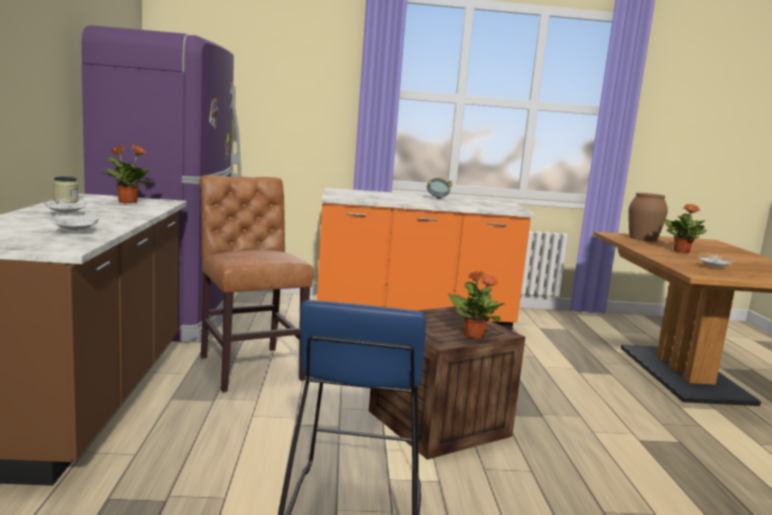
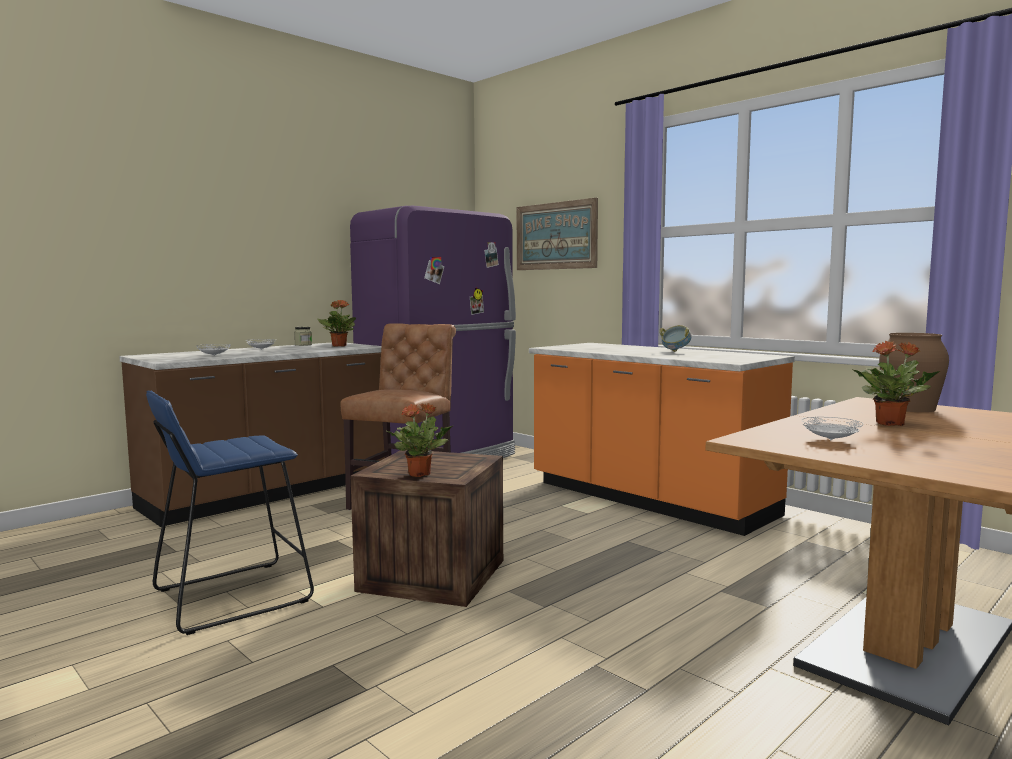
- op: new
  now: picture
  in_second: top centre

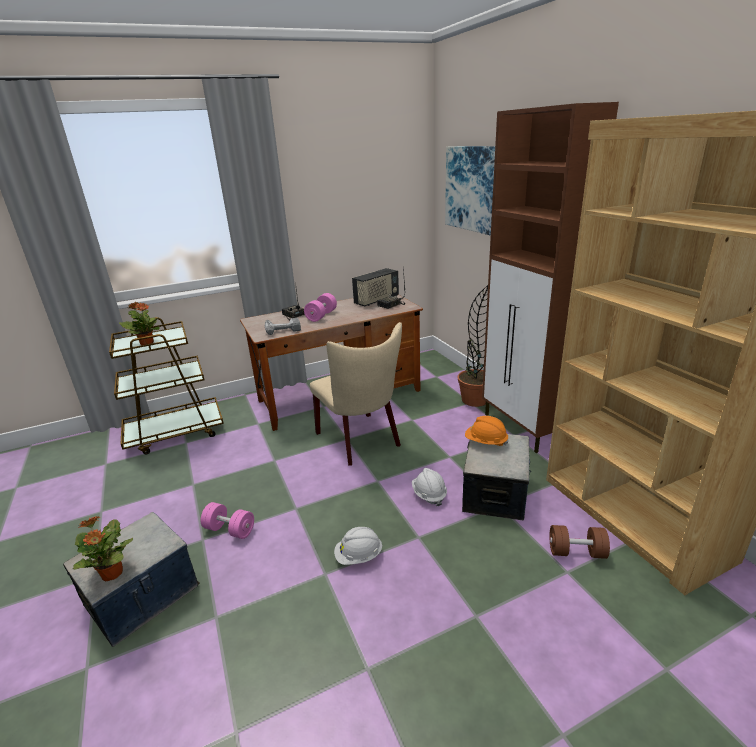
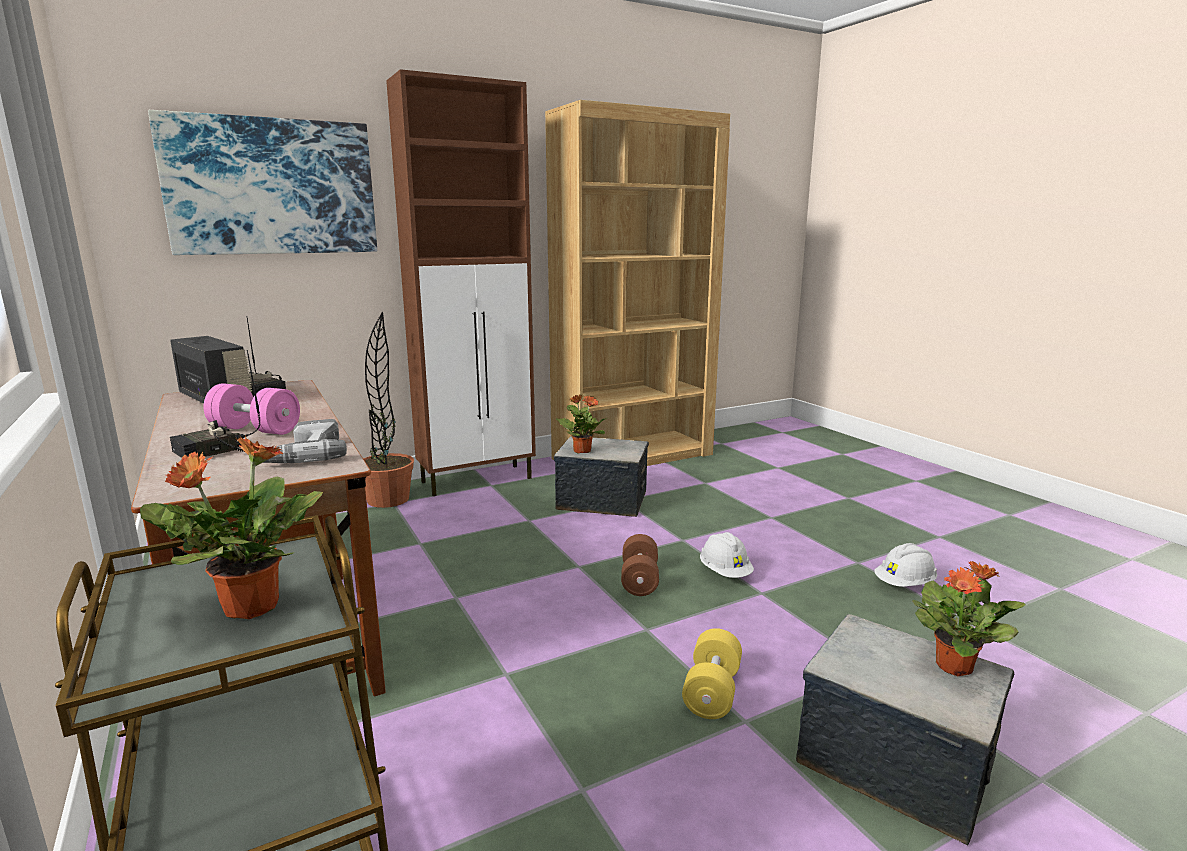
- op: gone
  was: beige chair
  in_first: centre
- op: swapped
  was: orange hard hat
  now: potted plant (no. 3 from left)
  in_first: centre
  in_second: centre
- op: shifted
  was: white hard hat (no. 2 from left)
  in_first: centre
  in_second: middle right
- op: repainted
  was: pink dumbbell (no. 1 from left)
  now: yellow dumbbell
  in_first: bottom left
  in_second: bottom centre
- op: shifted
  was: brown dumbbell
  in_first: bottom right
  in_second: centre

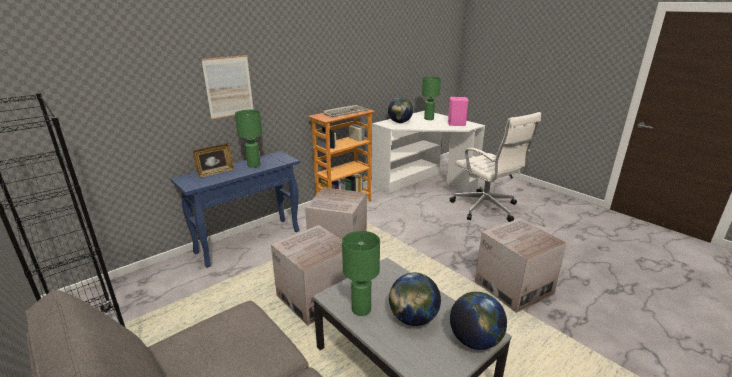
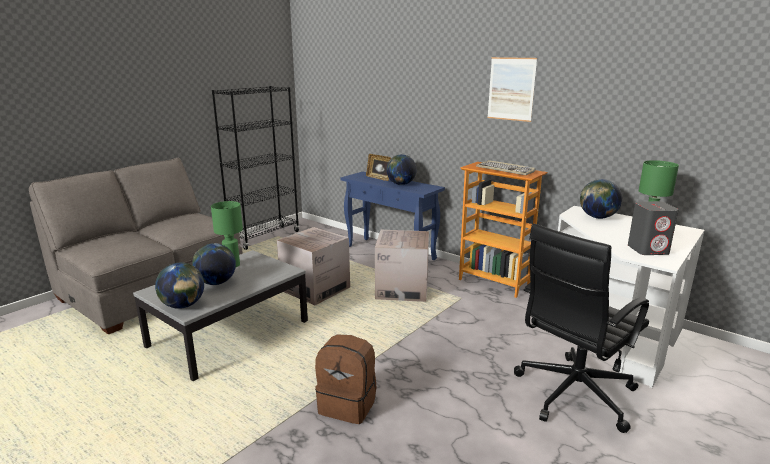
- op: shifted
  was: picture
  in_first: top left
  in_second: top centre
- op: repainted
  was: pink speaker
  now: grey speaker
  in_first: top centre
  in_second: middle right
- op: swapped
  was: green table lamp (no. 1 from left)
  now: globe (no. 3 from left)
  in_first: centre
  in_second: centre
- op: repainted
  was: white office chair
  now: black office chair
  in_first: middle right
  in_second: bottom right
- op: swapped
  was: cardboard box (no. 3 from left)
  now: brown backpack
  in_first: bottom right
  in_second: bottom centre

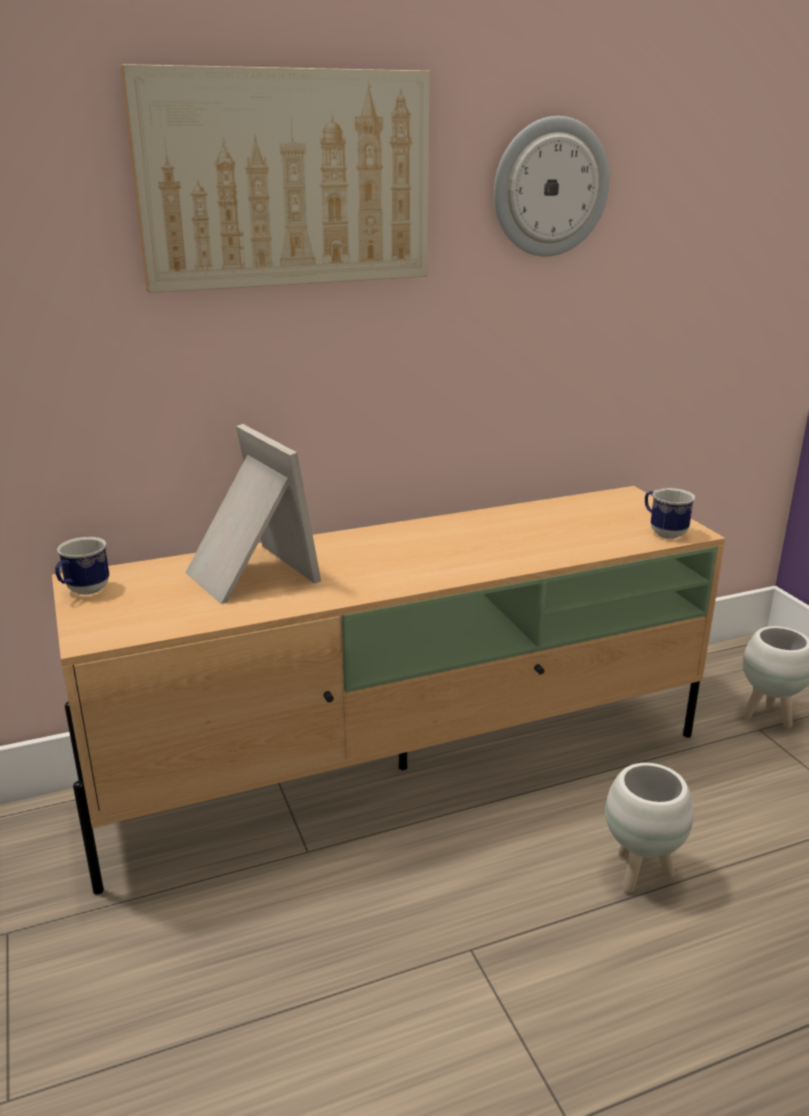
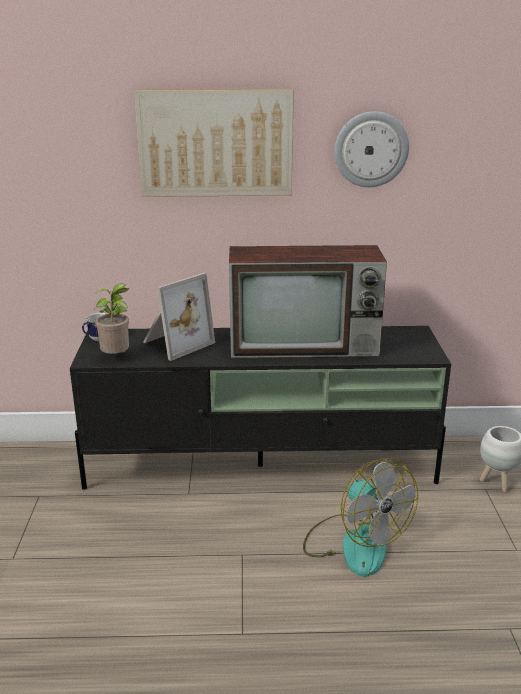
- op: rotated
  was: picture frame
  in_first: middle left
  in_second: centre
  clockwise: 60
- op: repainted
  was: beige tv stand
  now: black tv stand
  in_first: centre
  in_second: centre
- op: gone
  was: mug (no. 2 from left)
  in_first: middle right
- op: swapped
  was: white planter (no. 1 from left)
  now: fan
  in_first: bottom right
  in_second: bottom right
- op: new
  now: television
  in_second: centre
- op: new
  now: potted plant
  in_second: middle left

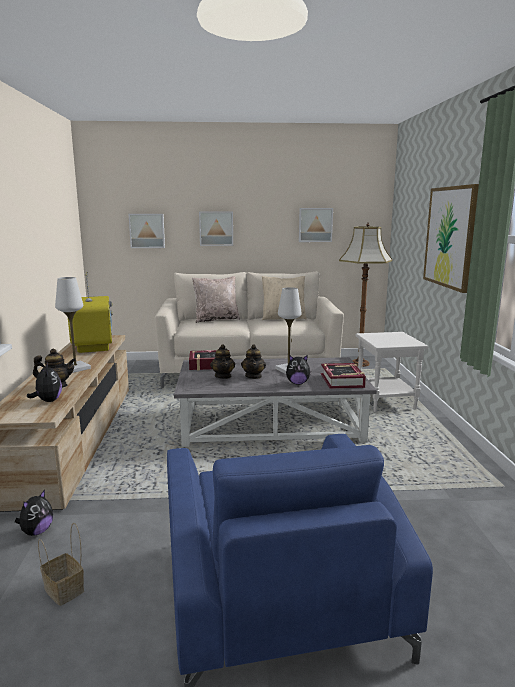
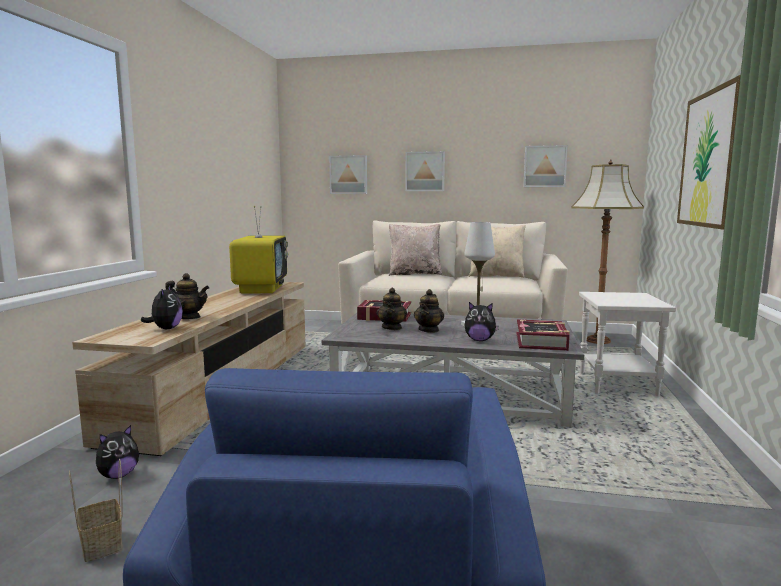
- op: gone
  was: white table lamp (no. 1 from left)
  in_first: middle left

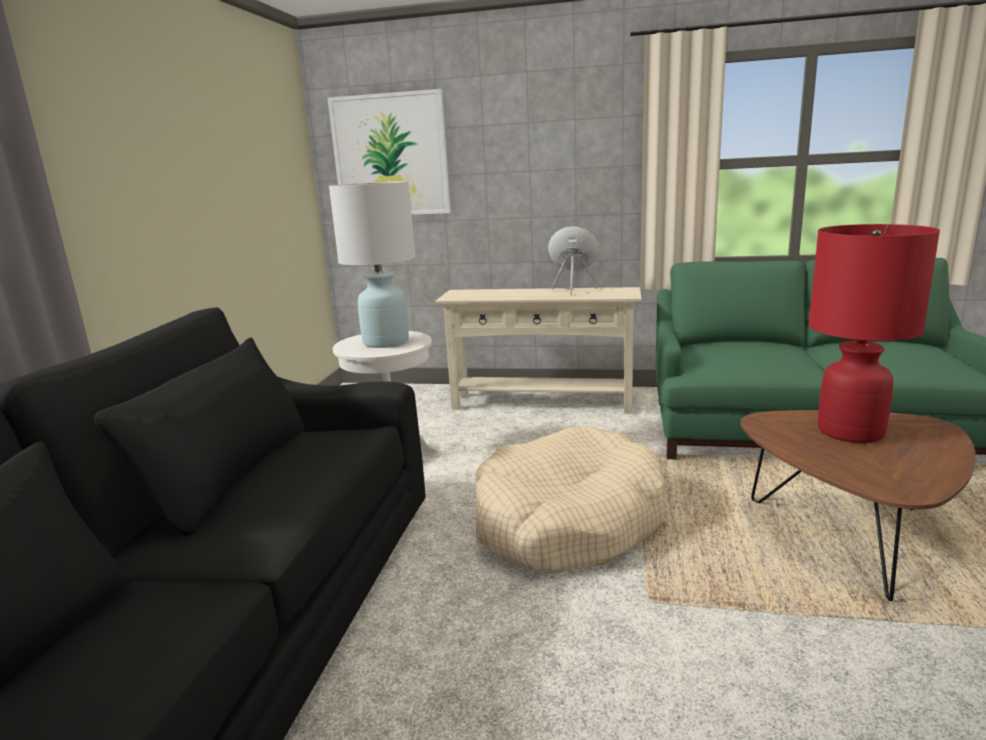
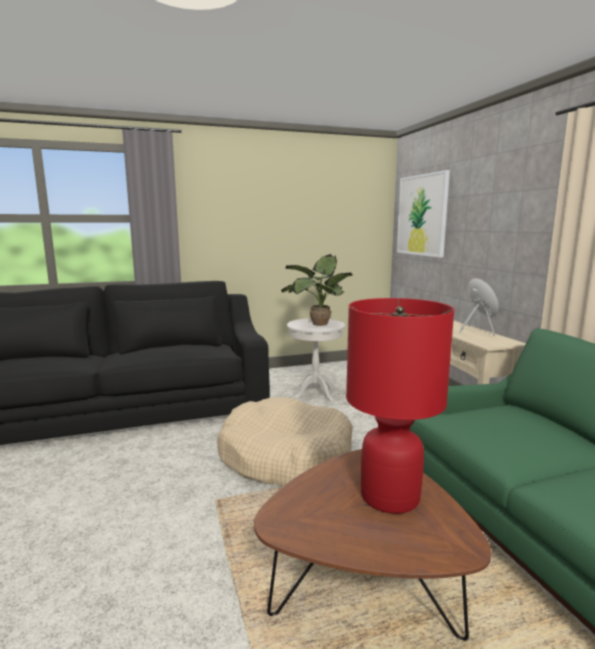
- op: swapped
  was: white table lamp
  now: potted plant
  in_first: centre
  in_second: centre

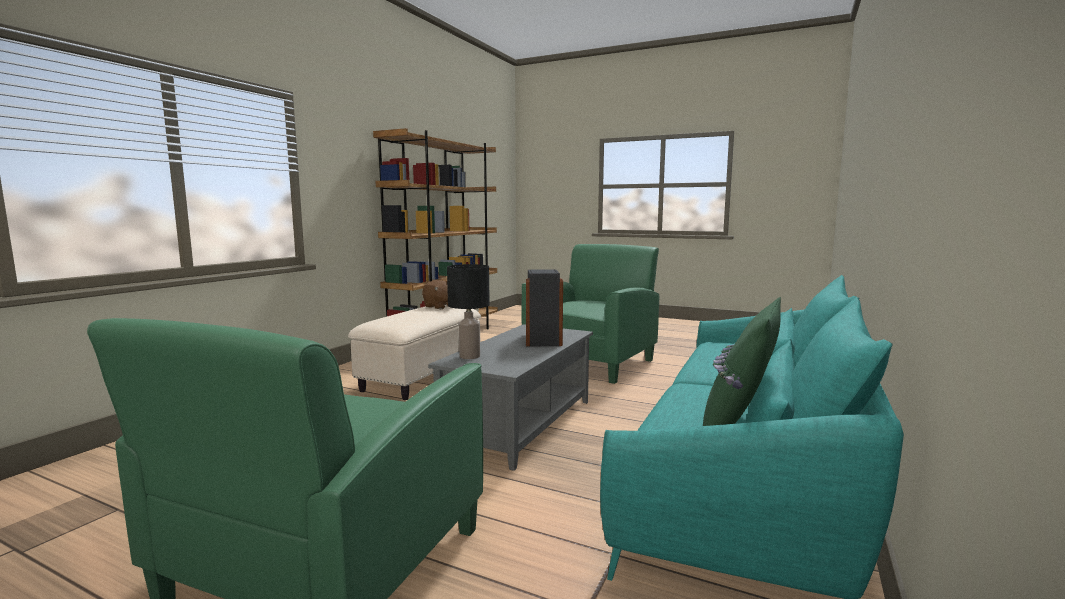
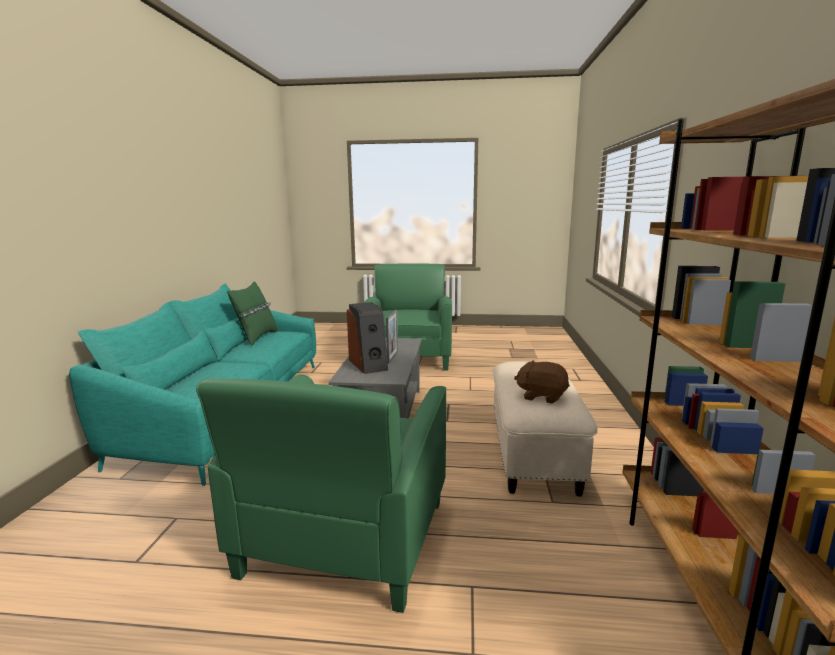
- op: gone
  was: black table lamp
  in_first: centre
- op: new
  now: picture frame
  in_second: centre

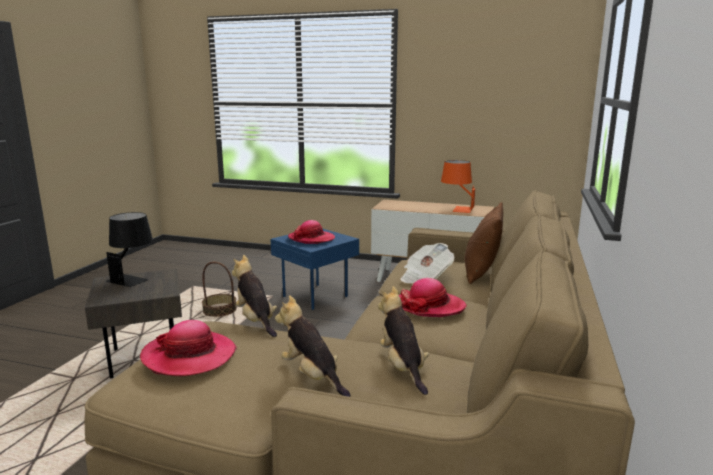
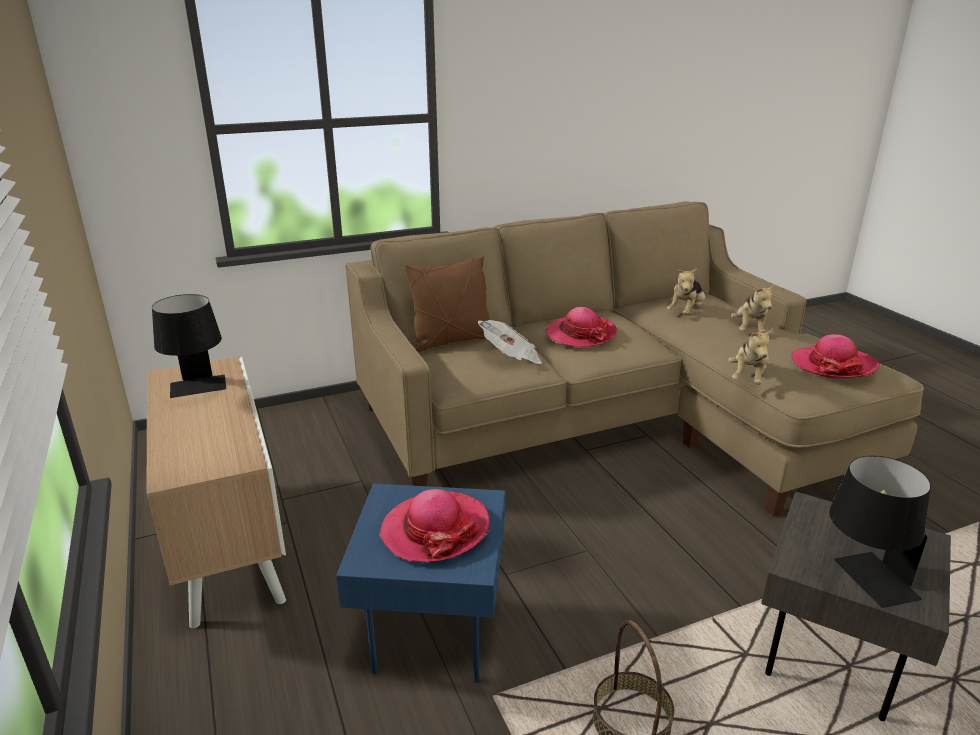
- op: repainted
  was: orange table lamp
  now: black table lamp (no. 1 from left)
  in_first: centre
  in_second: middle left

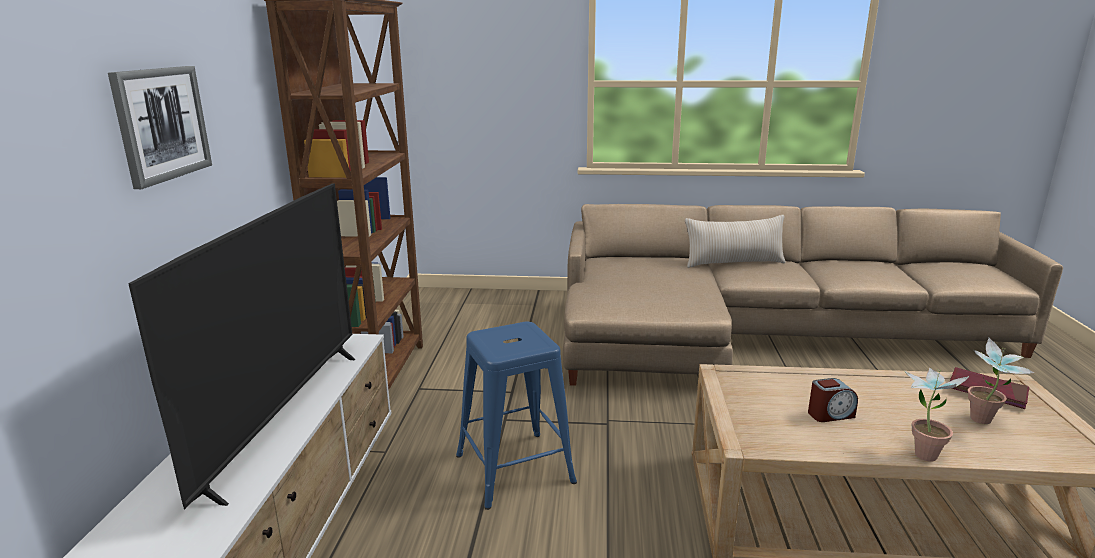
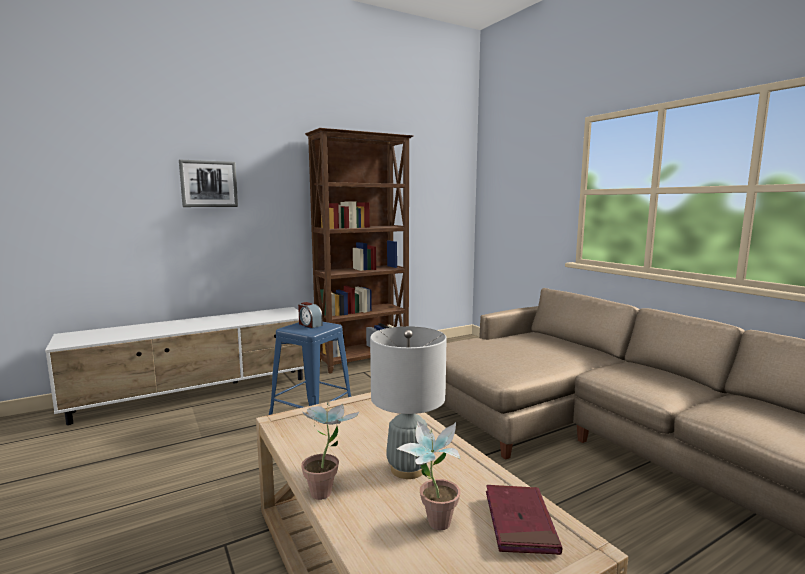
- op: gone
  was: television
  in_first: middle left
- op: gone
  was: beige pillow
  in_first: middle right
- op: shifted
  was: alarm clock
  in_first: bottom right
  in_second: centre
- op: new
  now: grey table lamp
  in_second: bottom centre

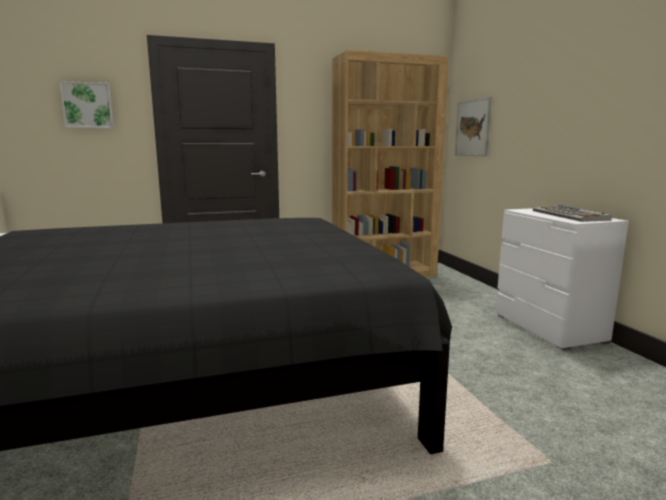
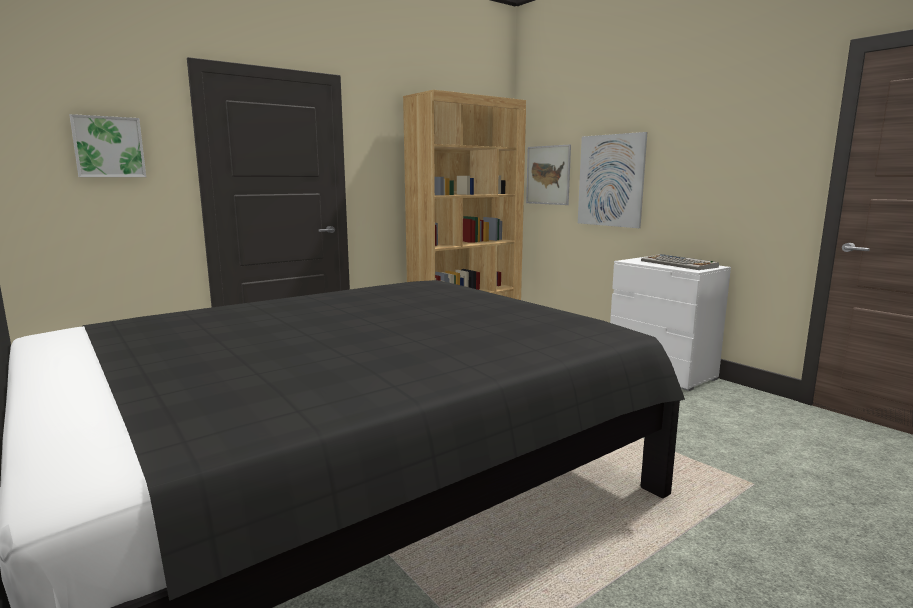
- op: new
  now: picture (no. 3 from left)
  in_second: top right

